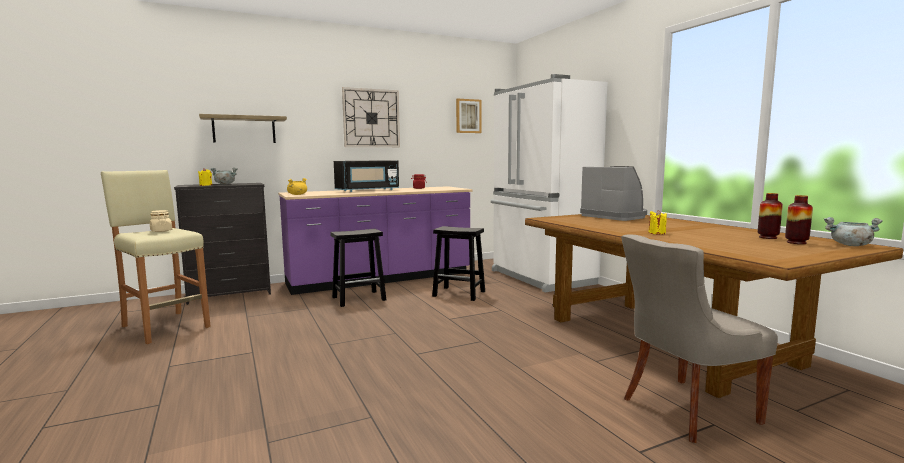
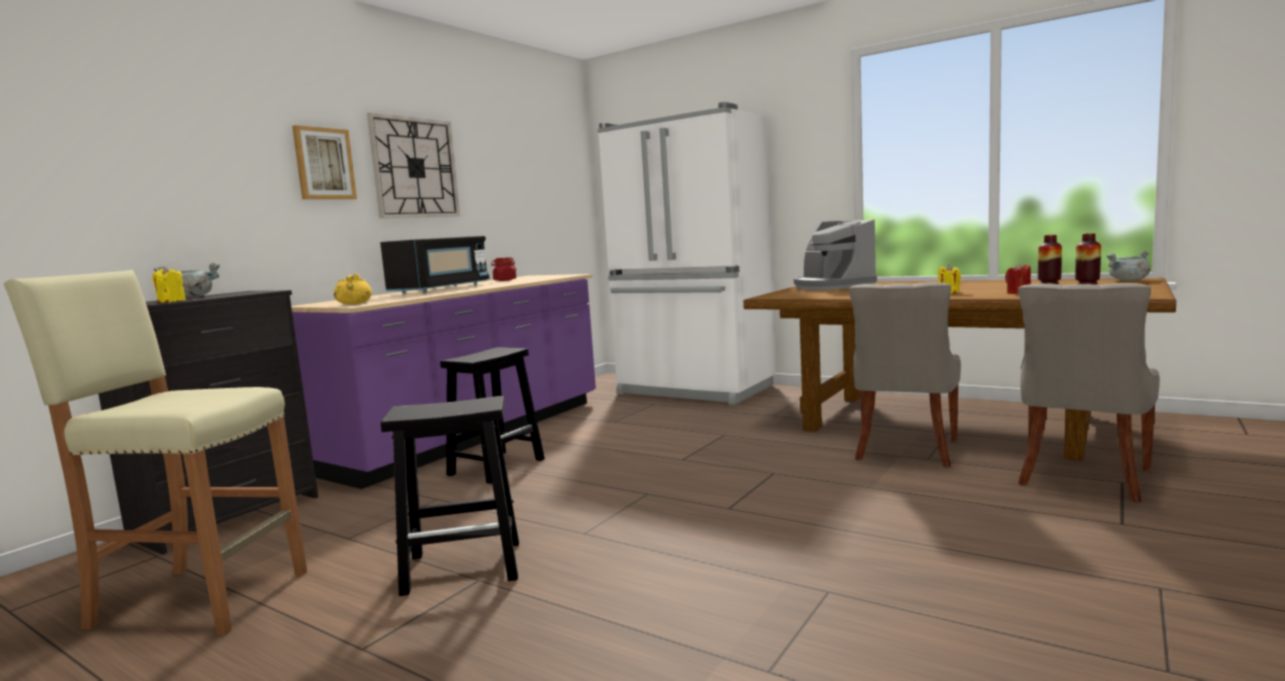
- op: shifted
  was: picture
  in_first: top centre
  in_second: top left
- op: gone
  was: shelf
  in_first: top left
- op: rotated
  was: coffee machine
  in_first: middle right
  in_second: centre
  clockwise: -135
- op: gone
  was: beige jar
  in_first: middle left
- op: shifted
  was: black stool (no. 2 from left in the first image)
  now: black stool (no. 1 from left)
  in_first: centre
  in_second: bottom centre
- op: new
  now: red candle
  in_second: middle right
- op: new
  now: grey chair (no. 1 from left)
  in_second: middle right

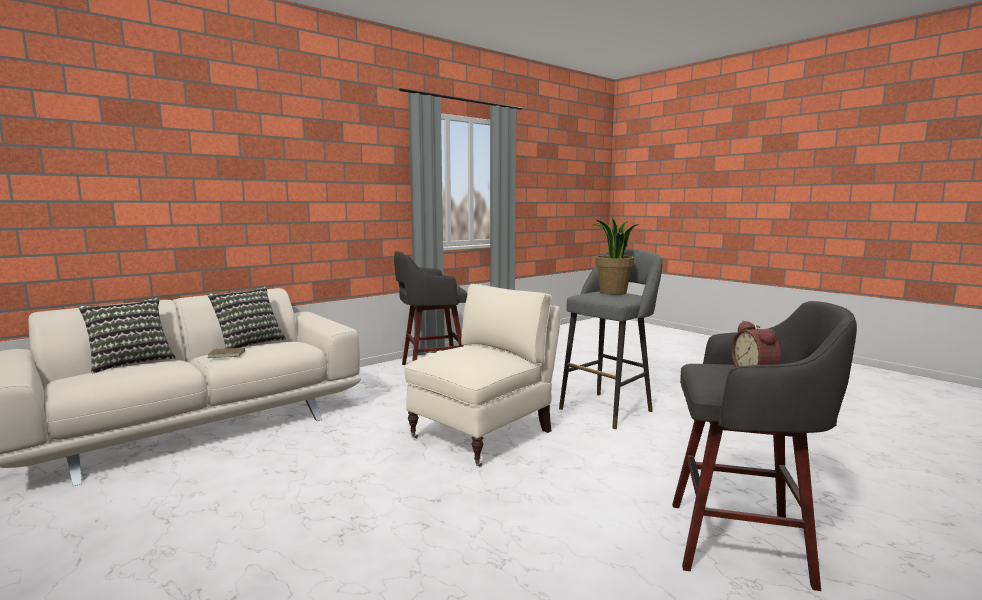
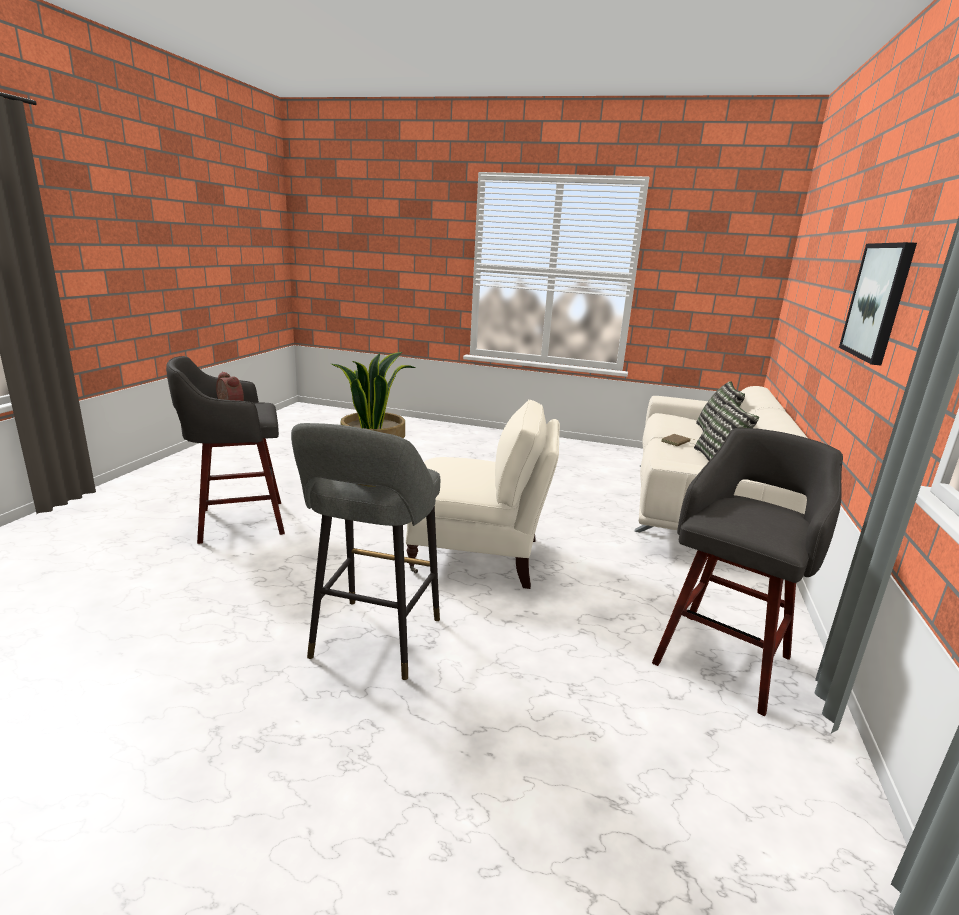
- op: rotated
  was: beige armchair
  in_first: centre
  in_second: centre
  clockwise: -90
- op: new
  now: picture
  in_second: top right

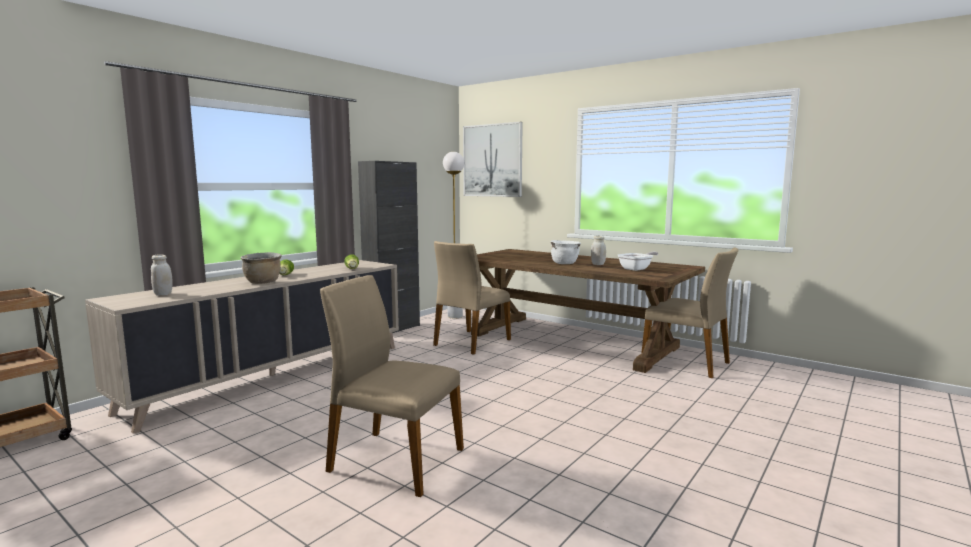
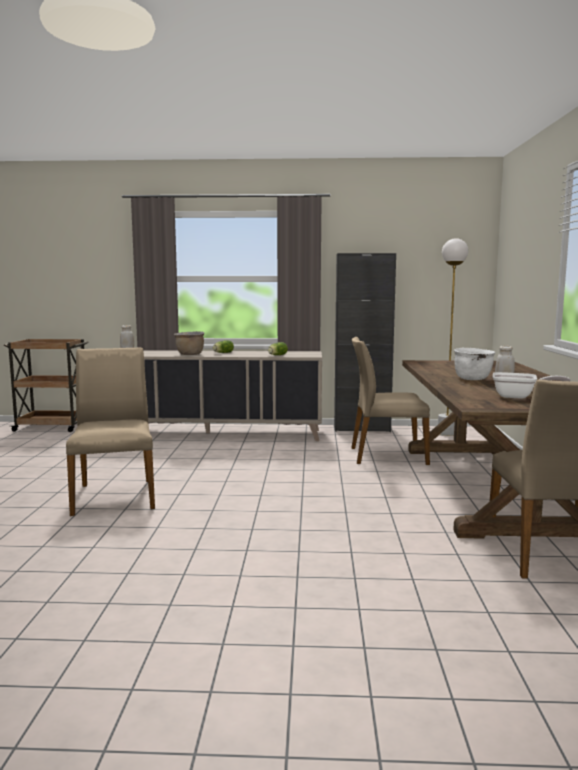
- op: gone
  was: picture
  in_first: top centre

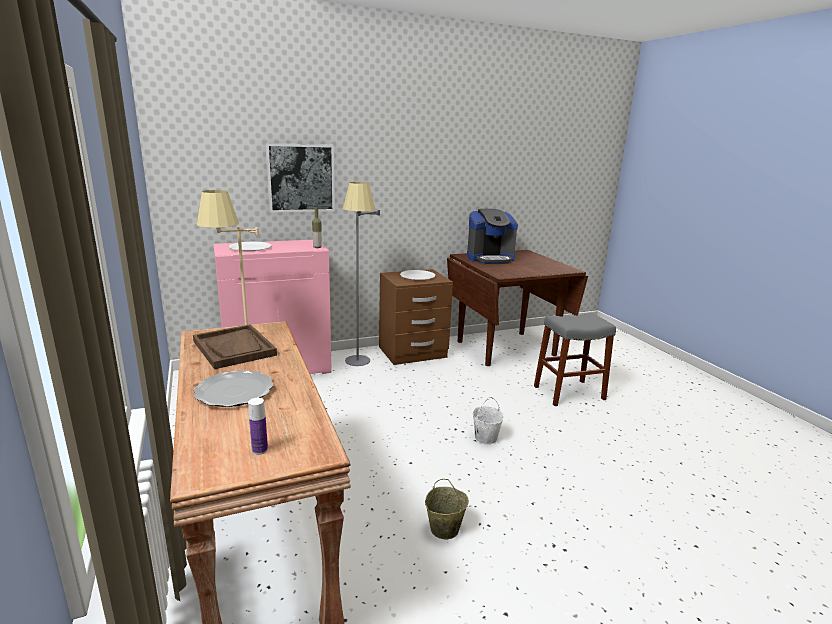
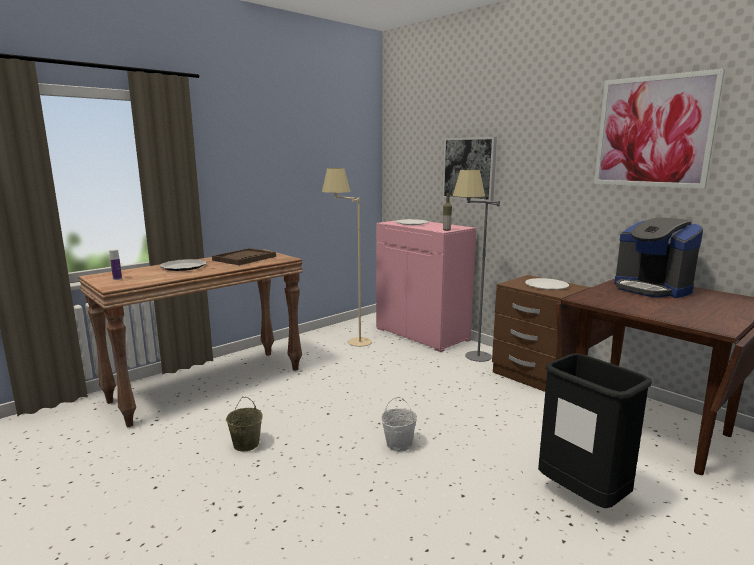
- op: swapped
  was: grey stool
  now: black trash can
  in_first: middle right
  in_second: bottom right
- op: new
  now: picture (no. 2 from left)
  in_second: top right

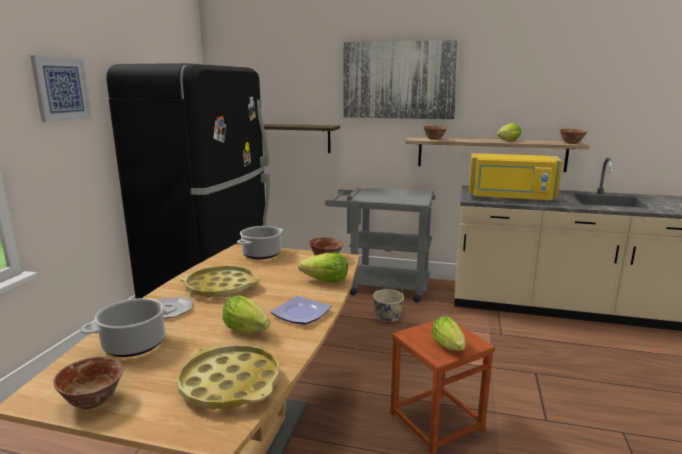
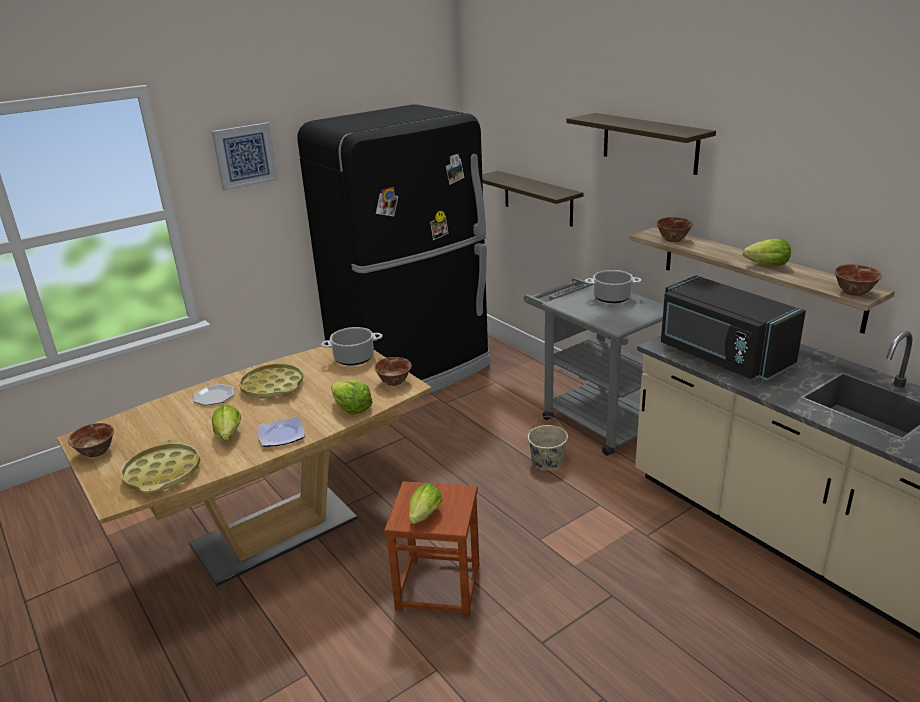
- op: swapped
  was: picture (no. 2 from left)
  now: shelf (no. 2 from left)
  in_first: top centre
  in_second: top right
- op: repainted
  was: yellow microwave
  now: black microwave
  in_first: middle right
  in_second: middle right
- op: shifted
  was: cooking pot (no. 1 from left in the first image)
  now: cooking pot (no. 2 from left)
  in_first: bottom left
  in_second: centre

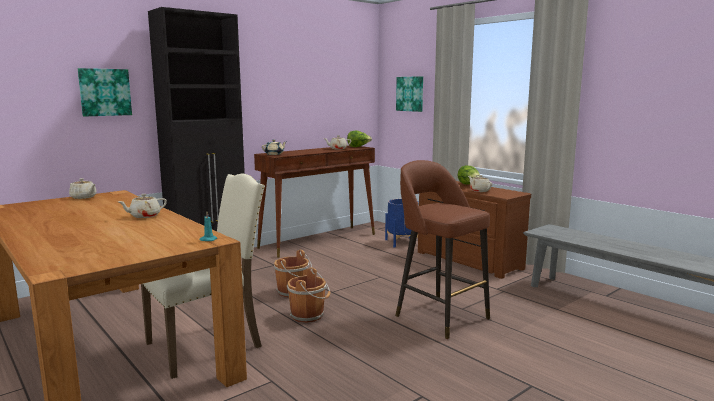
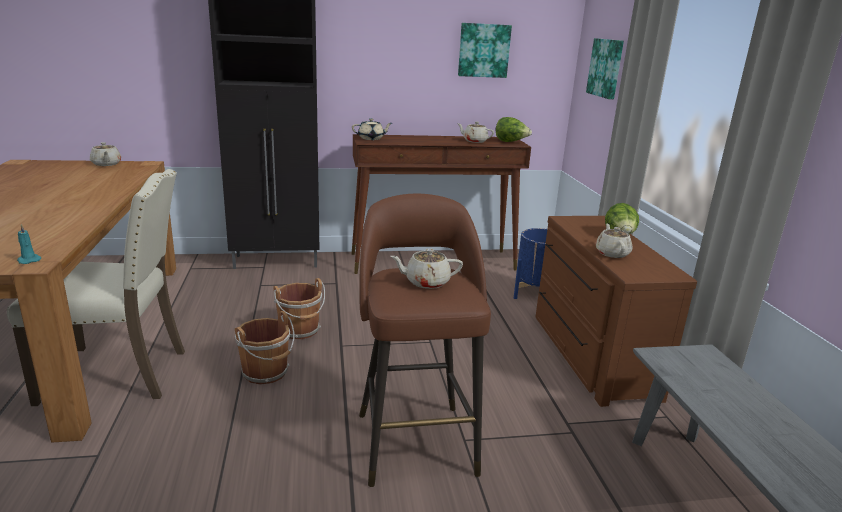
- op: shifted
  was: picture (no. 1 from left)
  in_first: top left
  in_second: top centre
- op: shifted
  was: beige teapot (no. 2 from left in the first image)
  now: beige teapot (no. 3 from left)
  in_first: middle left
  in_second: centre

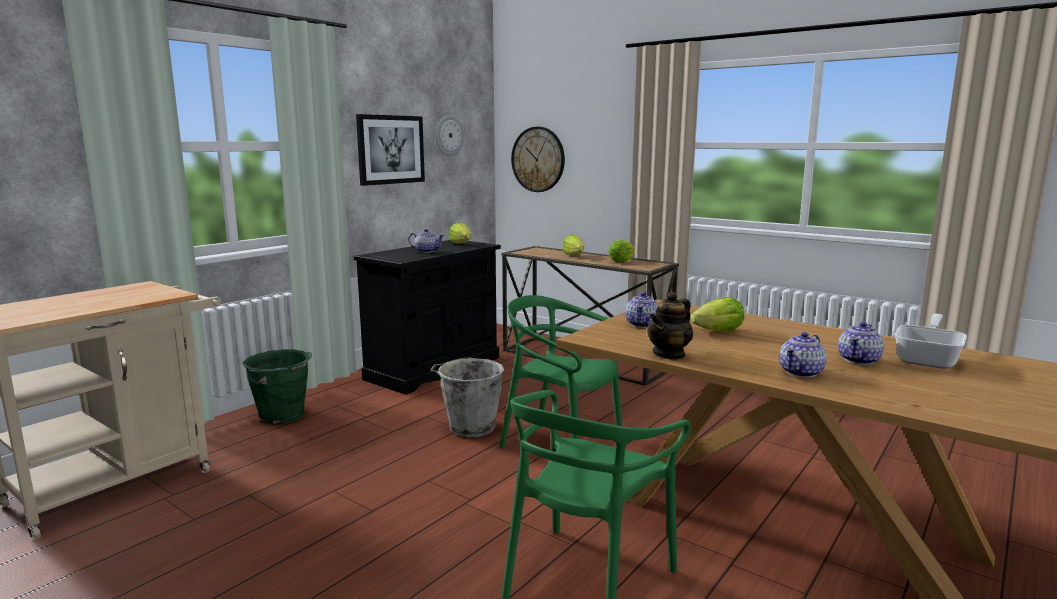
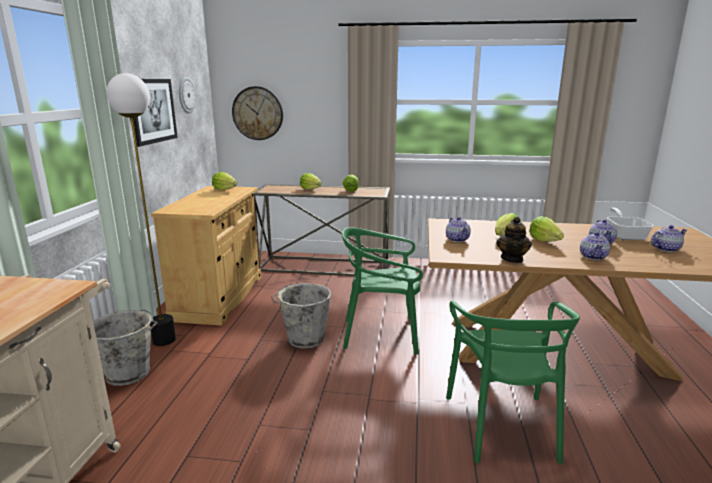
- op: shifted
  was: teapot (no. 1 from left in the first image)
  now: teapot (no. 5 from left)
  in_first: centre
  in_second: middle right
- op: repainted
  was: black cabinet
  now: beige cabinet
  in_first: centre
  in_second: middle left
- op: repainted
  was: green bucket
  now: grey bucket (no. 1 from left)
  in_first: middle left
  in_second: bottom left
- op: new
  now: floor lamp
  in_second: middle left
- op: new
  now: lettuce (no. 5 from left)
  in_second: middle right

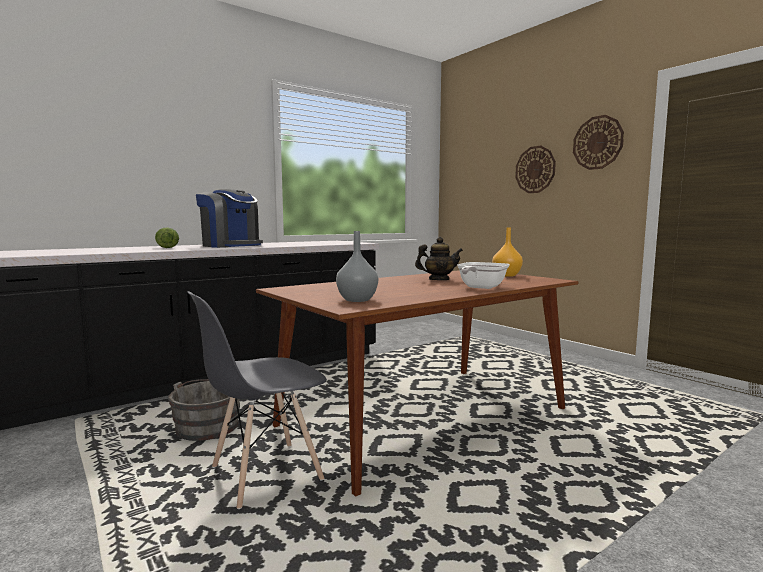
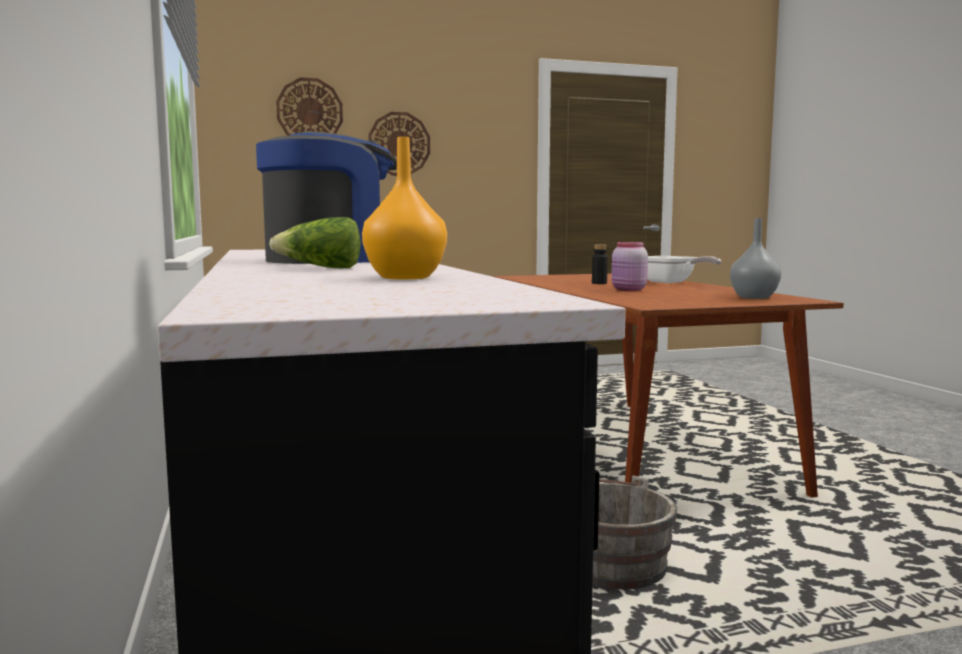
- op: shifted
  was: wall clock (no. 2 from left in the first image)
  now: wall clock (no. 1 from left)
  in_first: top right
  in_second: top left
- op: shifted
  was: orange vase
  in_first: centre
  in_second: top centre
- op: swapped
  was: teapot
  now: black bottle
  in_first: centre
  in_second: centre
- op: gone
  was: grey chair
  in_first: bottom centre
- op: new
  now: pink jar
  in_second: centre

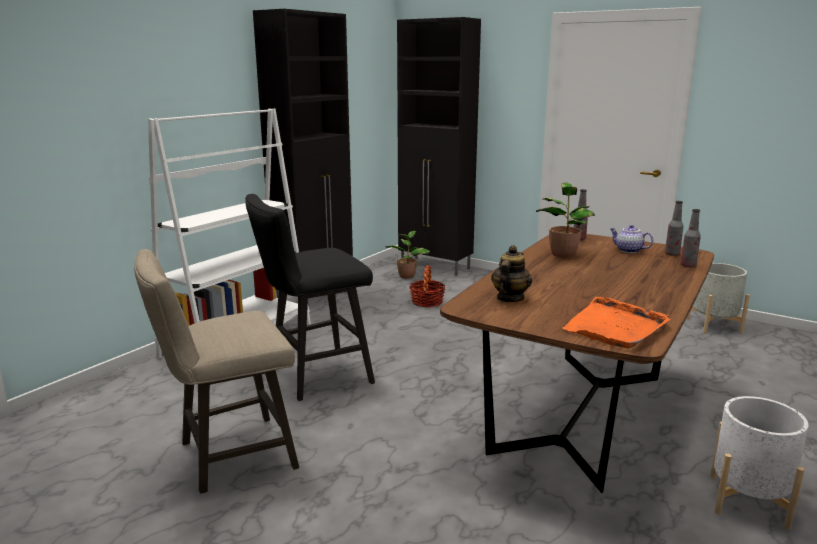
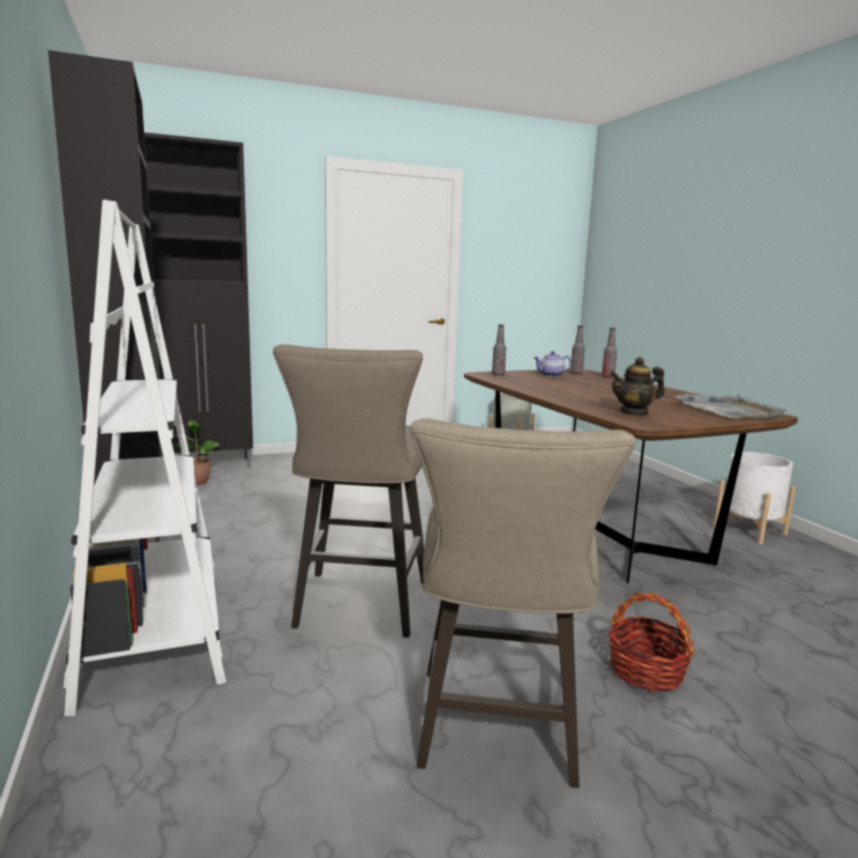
- op: gone
  was: potted plant (no. 2 from left)
  in_first: middle right
- op: repainted
  was: black stool
  now: beige stool (no. 1 from left)
  in_first: centre
  in_second: centre
- op: rotated
  was: teapot (no. 1 from left in the first image)
  in_first: centre
  in_second: middle right
  clockwise: -75
- op: shifted
  was: basket
  in_first: centre
  in_second: bottom right
- op: repainted
  was: orange tray
  now: grey tray
  in_first: middle right
  in_second: middle right

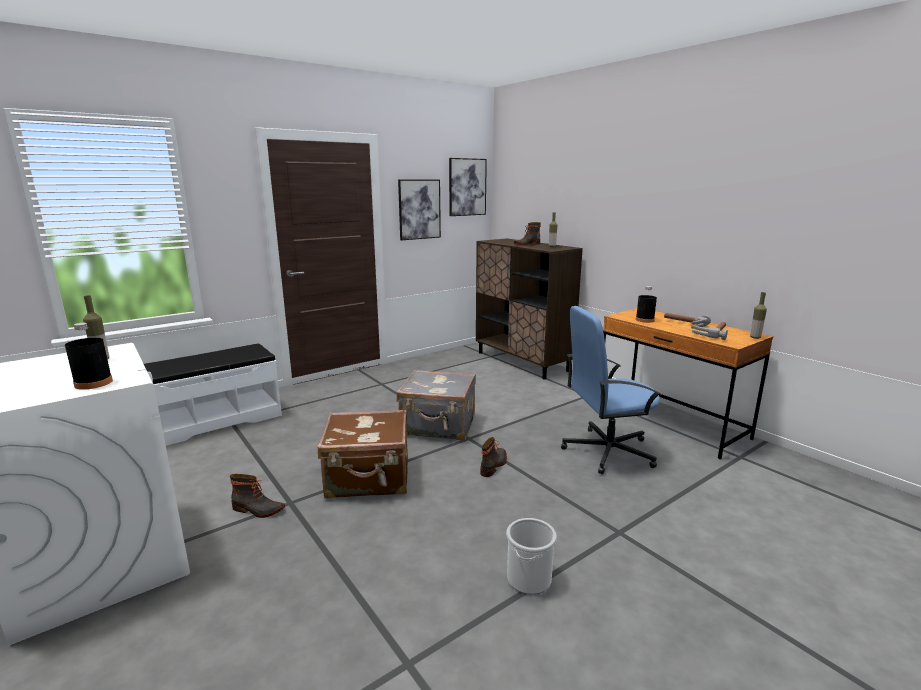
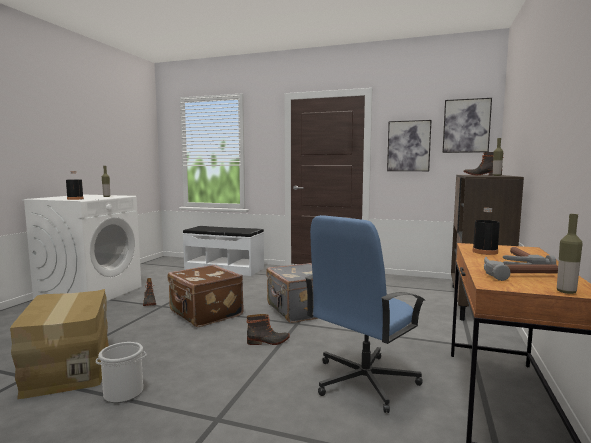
- op: rotated
  was: blue office chair
  in_first: centre
  in_second: bottom centre
  clockwise: -90
- op: new
  now: cardboard box
  in_second: bottom left

